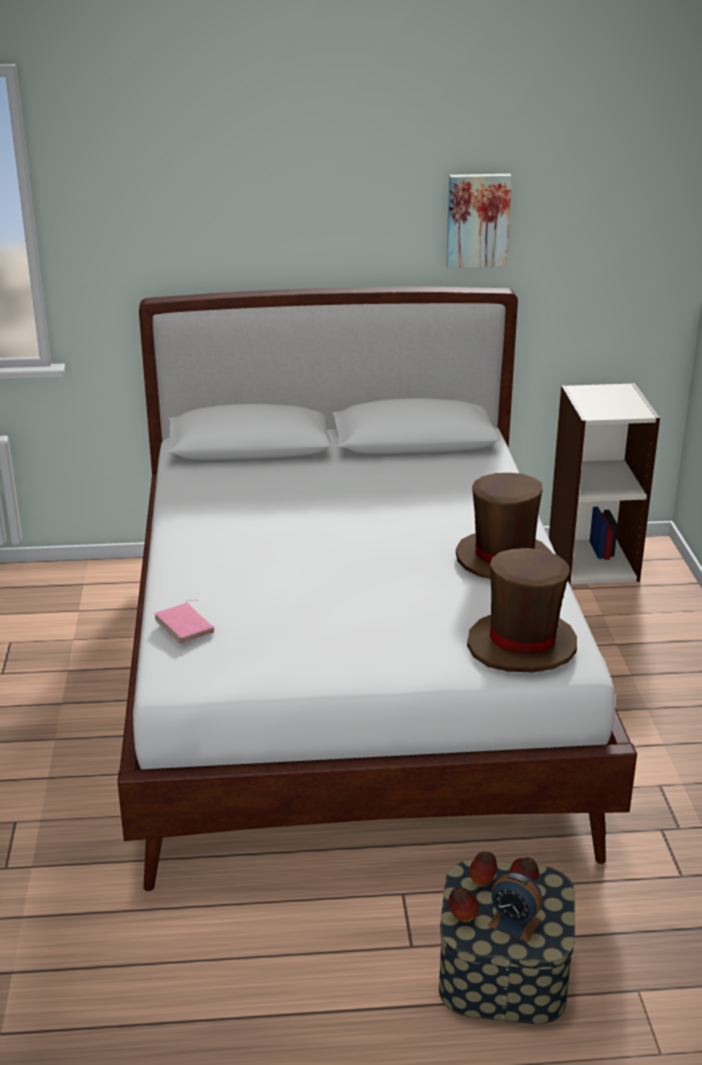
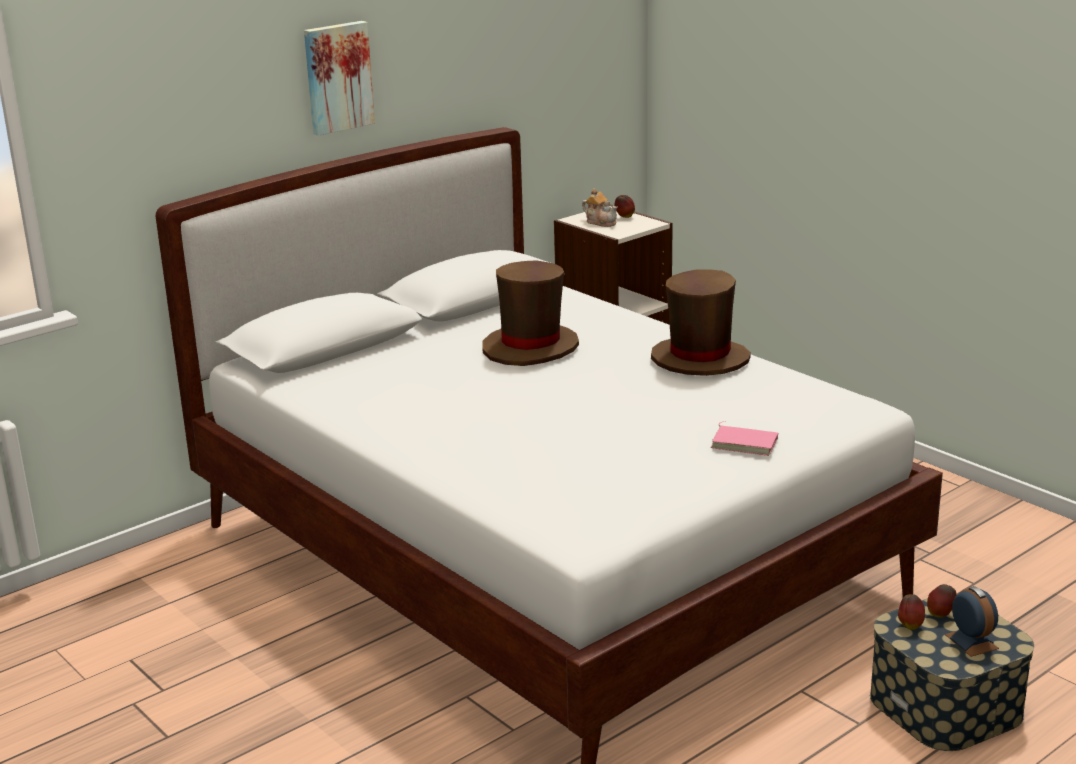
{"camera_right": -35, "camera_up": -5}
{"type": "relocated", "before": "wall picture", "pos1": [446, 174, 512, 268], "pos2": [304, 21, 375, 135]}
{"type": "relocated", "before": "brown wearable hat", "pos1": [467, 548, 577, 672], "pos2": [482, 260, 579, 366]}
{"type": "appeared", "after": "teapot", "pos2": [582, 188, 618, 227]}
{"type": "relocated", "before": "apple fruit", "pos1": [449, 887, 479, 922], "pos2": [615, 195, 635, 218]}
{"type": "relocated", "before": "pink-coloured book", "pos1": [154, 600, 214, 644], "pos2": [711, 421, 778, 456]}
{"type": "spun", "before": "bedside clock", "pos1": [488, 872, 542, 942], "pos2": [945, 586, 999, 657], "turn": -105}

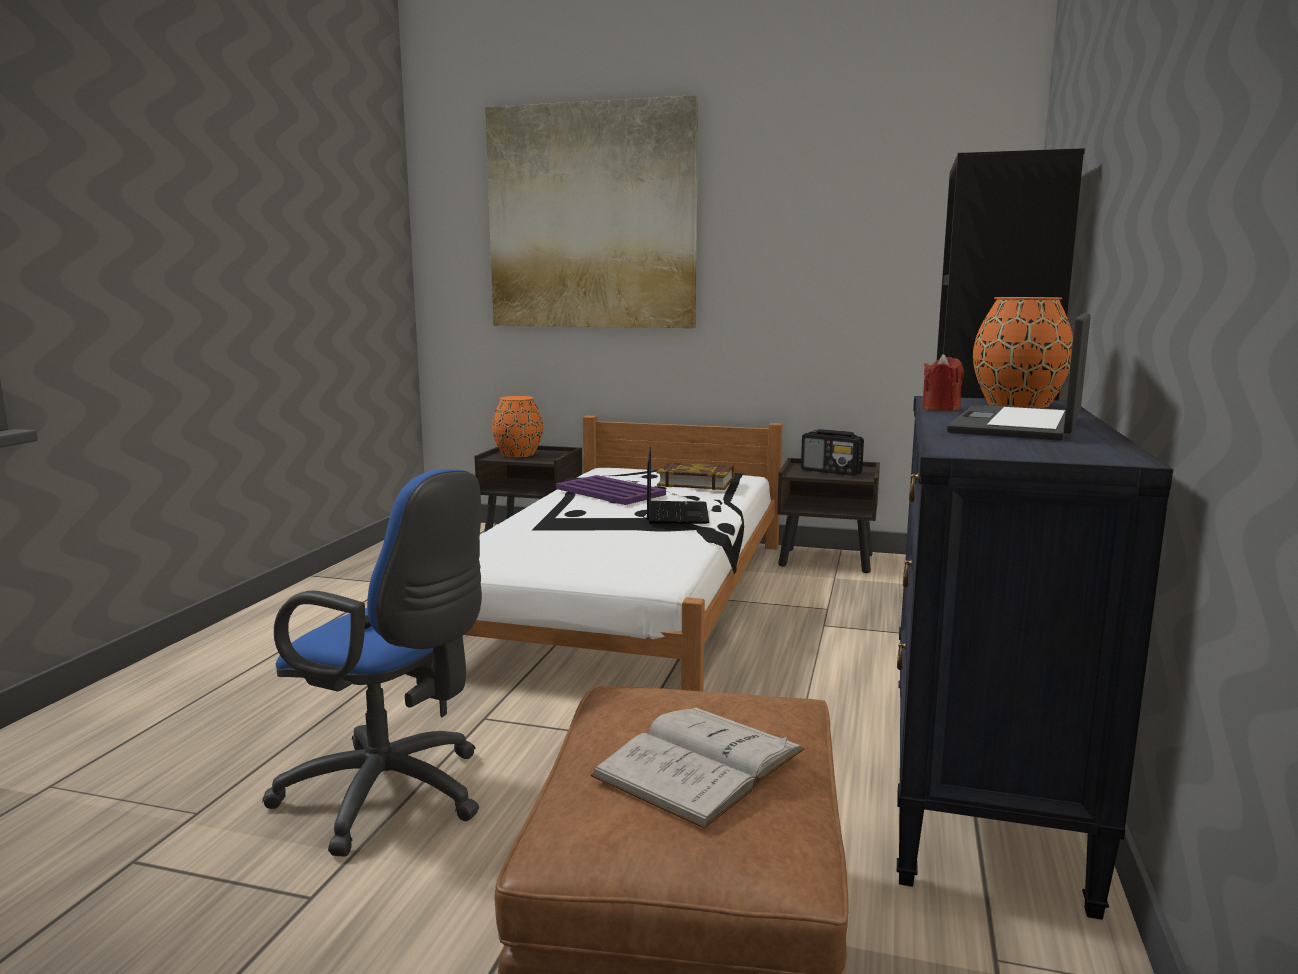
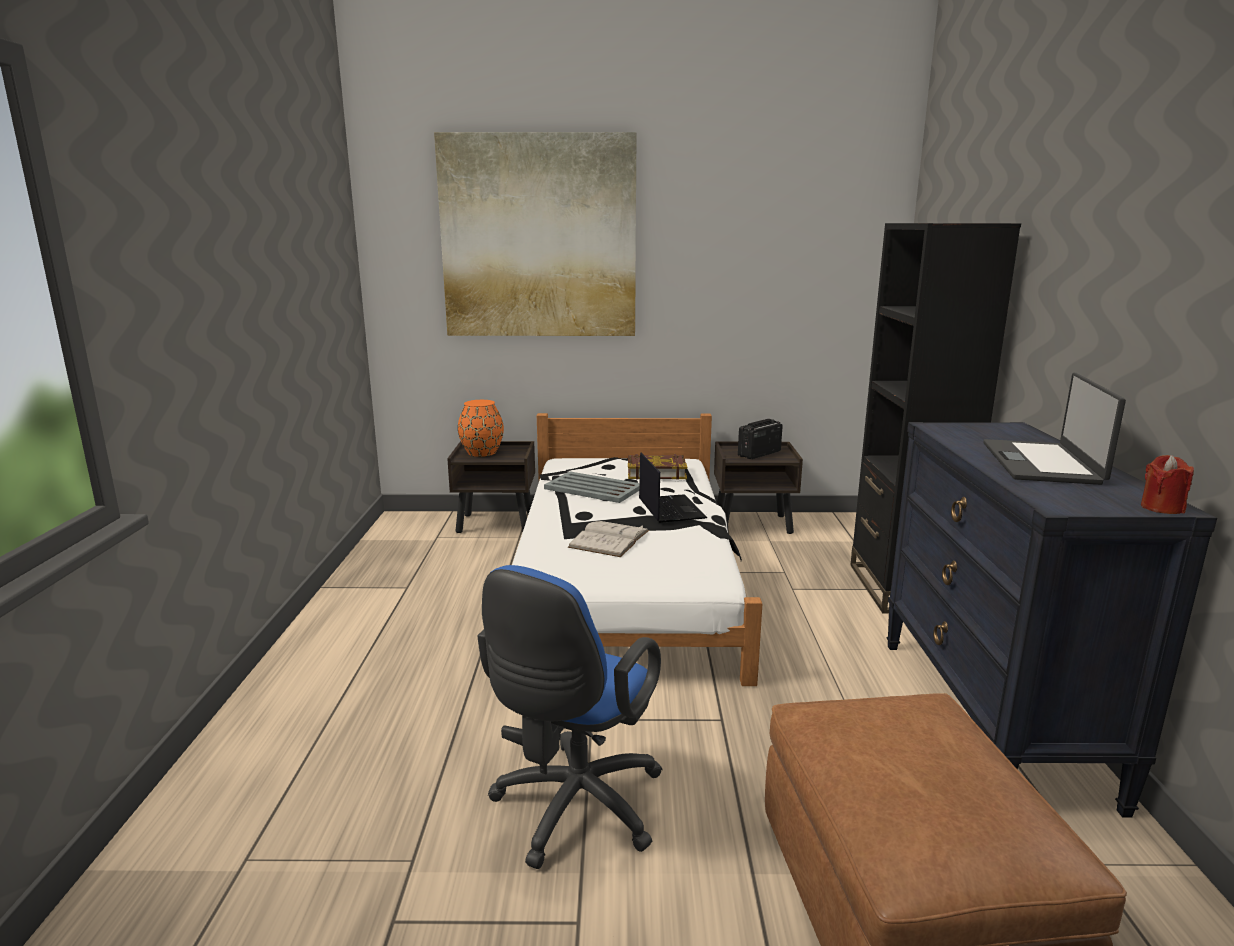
{"camera_right": -15, "camera_up": 5}
{"type": "spun", "before": "blue-coloured office chair", "pos1": [262, 469, 482, 857], "pos2": [478, 565, 662, 869], "turn": 105}
{"type": "colour", "before": "purplish carrying tray", "after": "gray carrying tray", "pos1": [556, 475, 666, 505], "pos2": [544, 472, 639, 503]}
{"type": "relocated", "before": "whitish book", "pos1": [590, 707, 805, 829], "pos2": [568, 521, 649, 557]}
{"type": "spun", "before": "radio set", "pos1": [801, 429, 864, 476], "pos2": [738, 419, 783, 459], "turn": 120}
{"type": "relocated", "before": "reddish wax candle", "pos1": [922, 354, 964, 411], "pos2": [1141, 455, 1194, 514]}
{"type": "missing", "before": "orange decorative vase", "pos1": [973, 297, 1073, 408]}

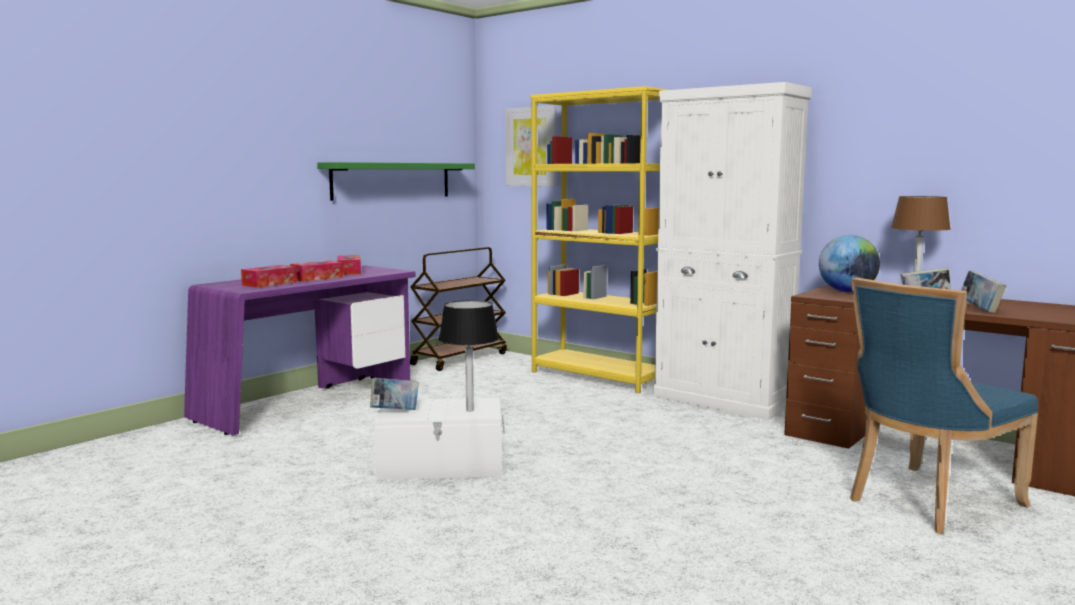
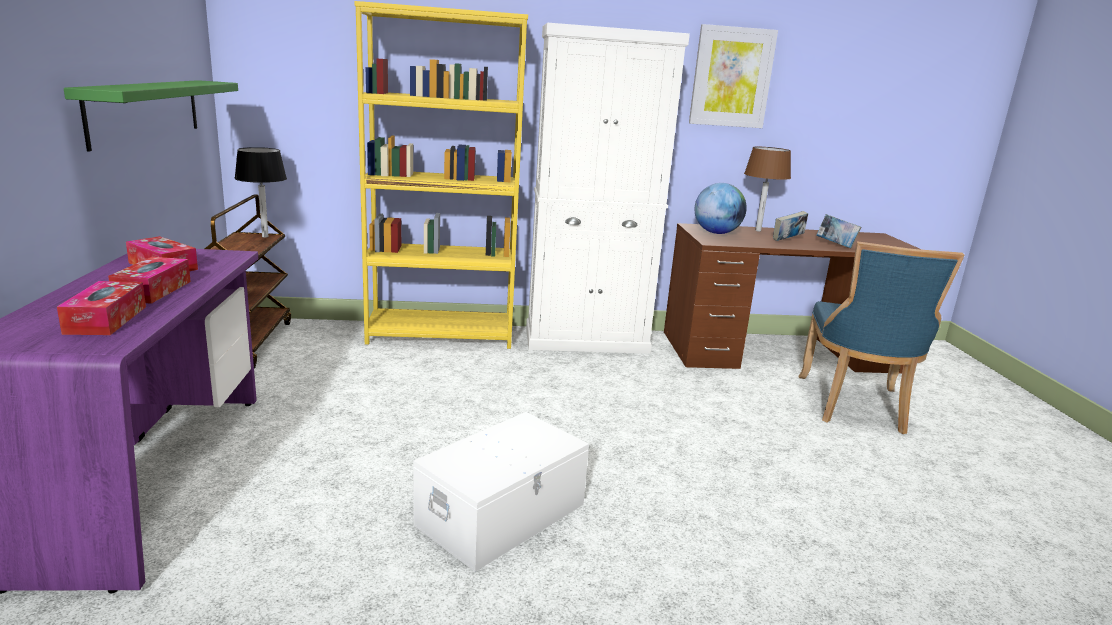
{"camera_right": -45, "camera_up": 10}
{"type": "relocated", "before": "blackish table lamp", "pos1": [439, 300, 499, 412], "pos2": [234, 147, 287, 238]}
{"type": "relocated", "before": "wall picture", "pos1": [505, 106, 557, 186], "pos2": [689, 24, 778, 128]}
{"type": "missing", "before": "book", "pos1": [370, 378, 419, 410]}

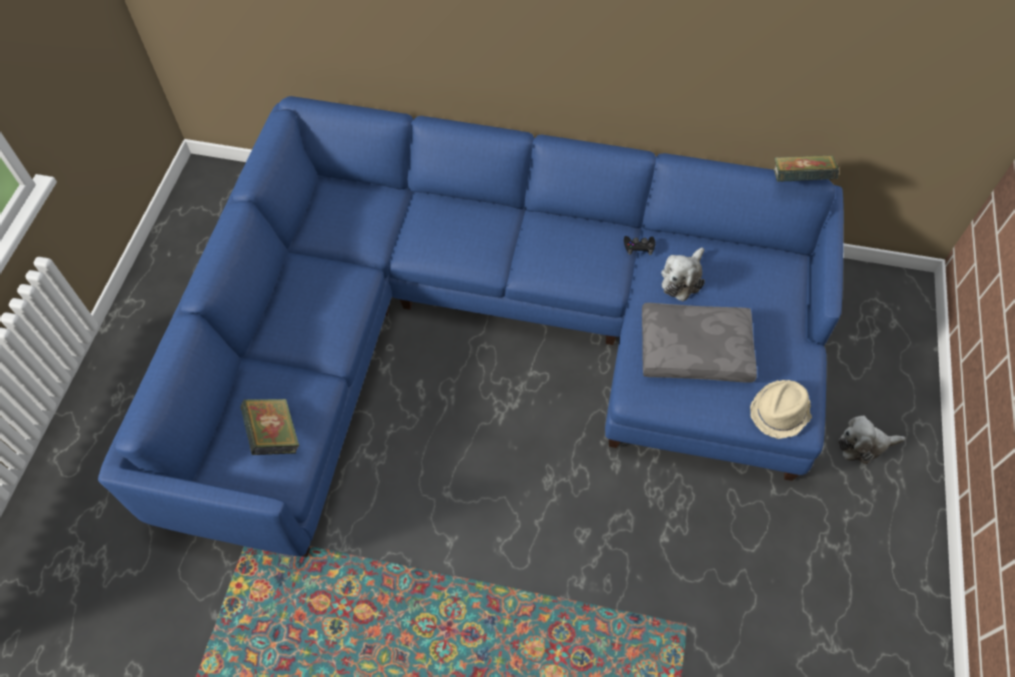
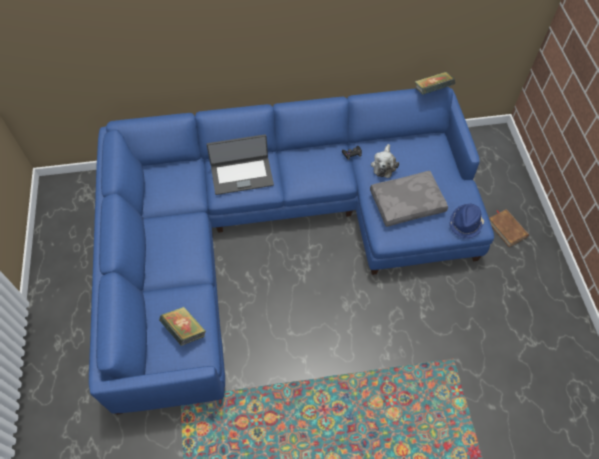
{"camera_right": -20, "camera_up": 0}
{"type": "appeared", "after": "notebook computer", "pos2": [206, 134, 274, 195]}
{"type": "colour", "before": "sand-coloured wearable hat", "after": "blue-coloured wearable hat", "pos1": [750, 380, 812, 439], "pos2": [449, 203, 484, 239]}
{"type": "exchanged", "before": "cuddly toy", "after": "brown book", "pos1": [838, 416, 906, 464], "pos2": [489, 209, 529, 247]}

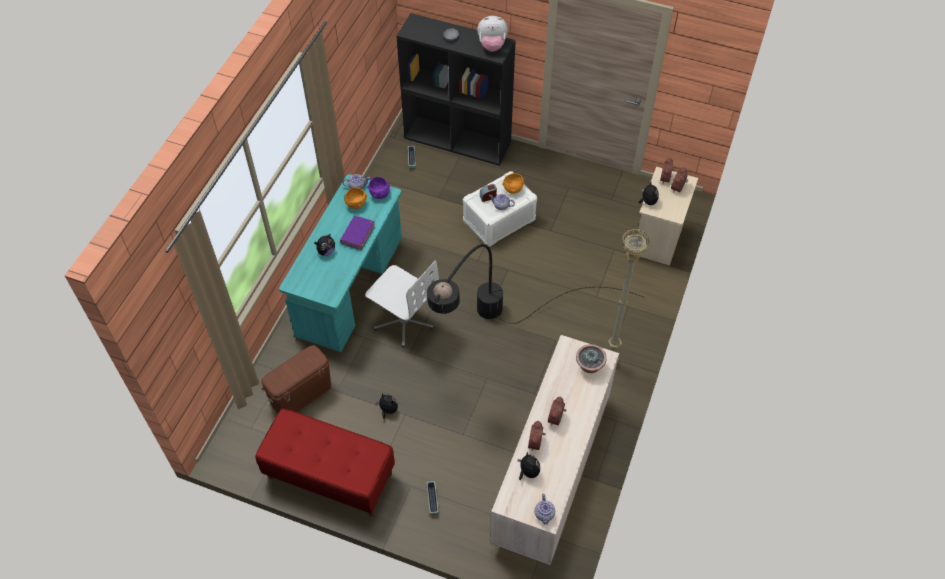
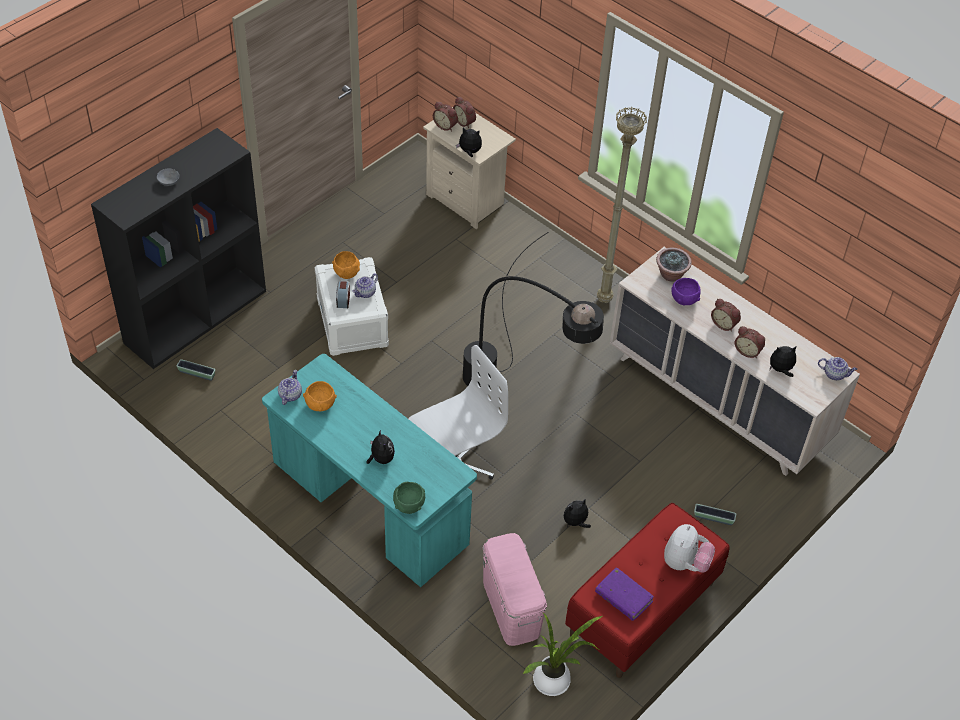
{"camera_right": -70, "camera_up": -5}
{"type": "appeared", "after": "greenish deep dish", "pos2": [393, 482, 425, 514]}
{"type": "colour", "before": "brown storage box", "after": "pink-coloured storage box", "pos1": [261, 345, 331, 413], "pos2": [483, 533, 547, 646]}
{"type": "appeared", "after": "houseplant", "pos2": [523, 613, 602, 696]}
{"type": "relocated", "before": "purplish book", "pos1": [340, 216, 375, 250], "pos2": [595, 568, 654, 621]}
{"type": "relocated", "before": "cuddly toy", "pos1": [477, 16, 508, 52], "pos2": [664, 524, 715, 572]}
{"type": "relocated", "before": "purplish deep dish", "pos1": [368, 177, 390, 199], "pos2": [672, 278, 701, 305]}

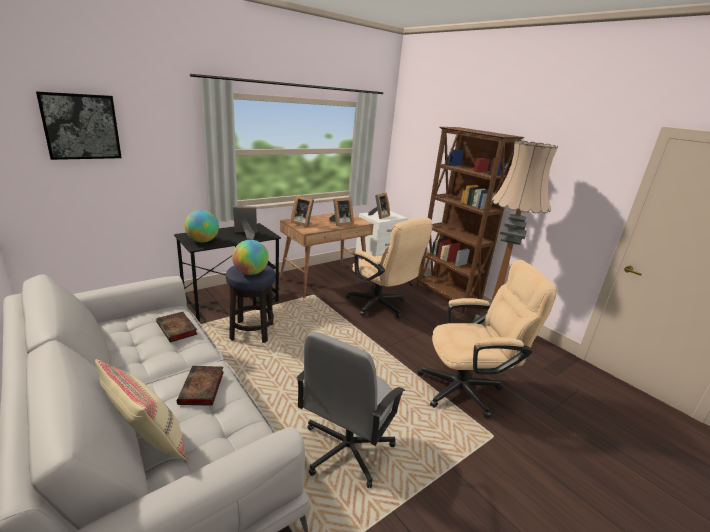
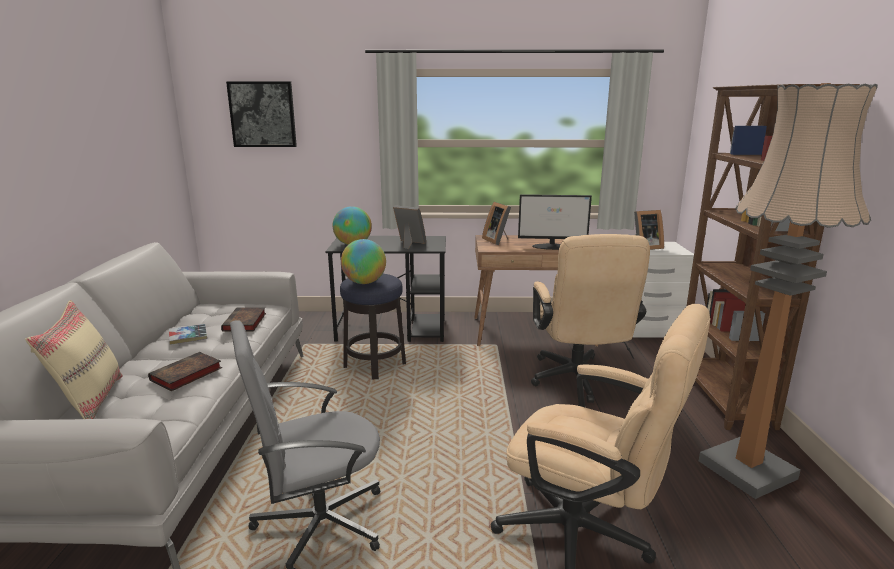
{"camera_right": 40, "camera_up": -5}
{"type": "appeared", "after": "book", "pos2": [169, 324, 207, 345]}
{"type": "exchanged", "before": "standing frame", "after": "computer screen", "pos1": [329, 197, 354, 226], "pos2": [518, 194, 592, 250]}

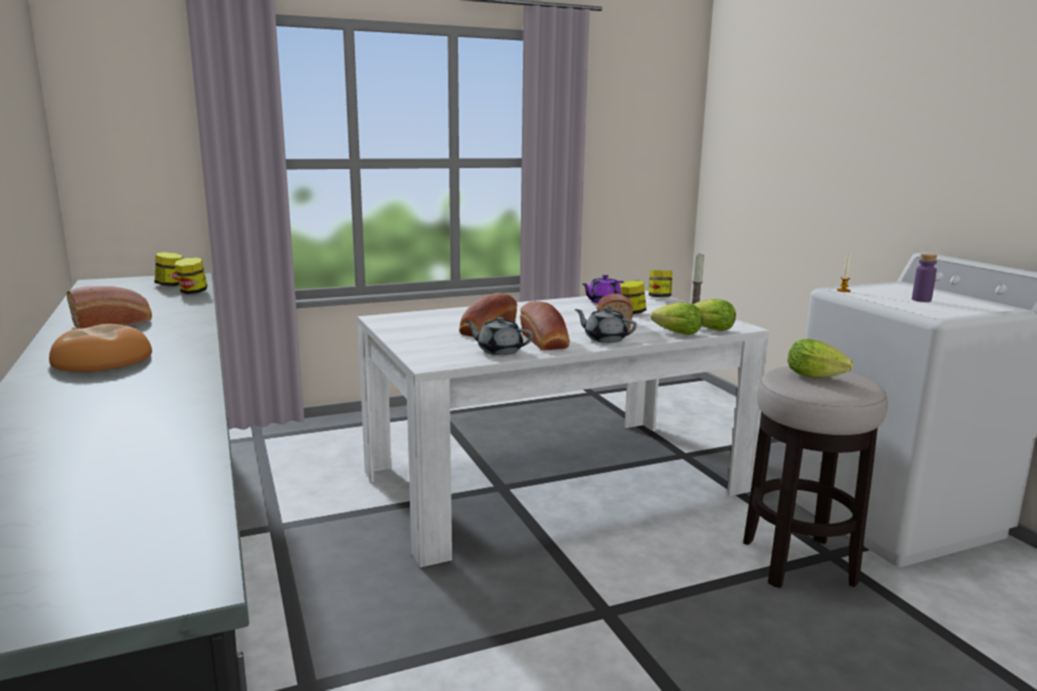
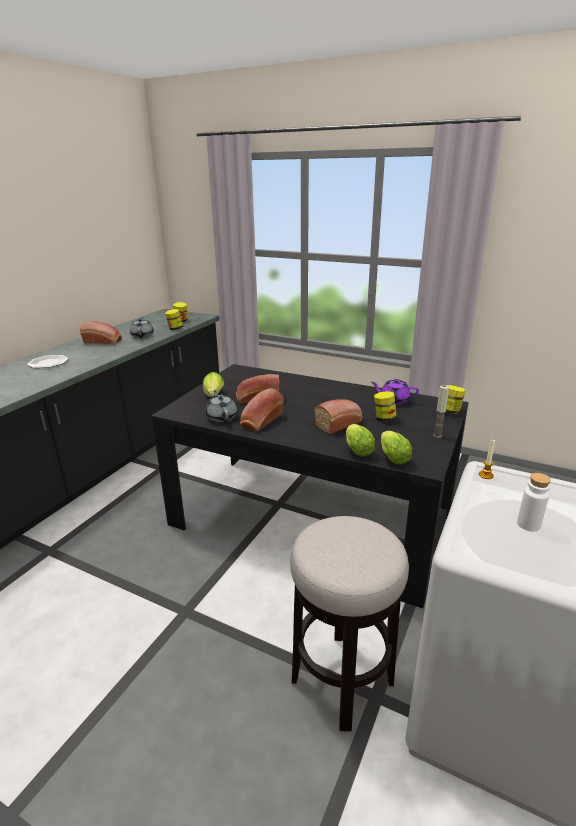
{"camera_right": 50, "camera_up": 10}
{"type": "exchanged", "before": "baked bread", "after": "plate", "pos1": [49, 324, 152, 372], "pos2": [27, 355, 69, 368]}
{"type": "relocated", "before": "gray teapot", "pos1": [575, 307, 637, 343], "pos2": [130, 317, 154, 338]}
{"type": "colour", "before": "whitish dining table", "after": "blackish dining table", "pos1": [357, 291, 769, 568], "pos2": [151, 364, 469, 608]}
{"type": "relocated", "before": "head of lettuce", "pos1": [788, 339, 853, 378], "pos2": [203, 372, 224, 397]}
{"type": "colour", "before": "purplish drink bottle", "after": "whitish drink bottle", "pos1": [912, 254, 937, 302], "pos2": [517, 473, 551, 532]}

